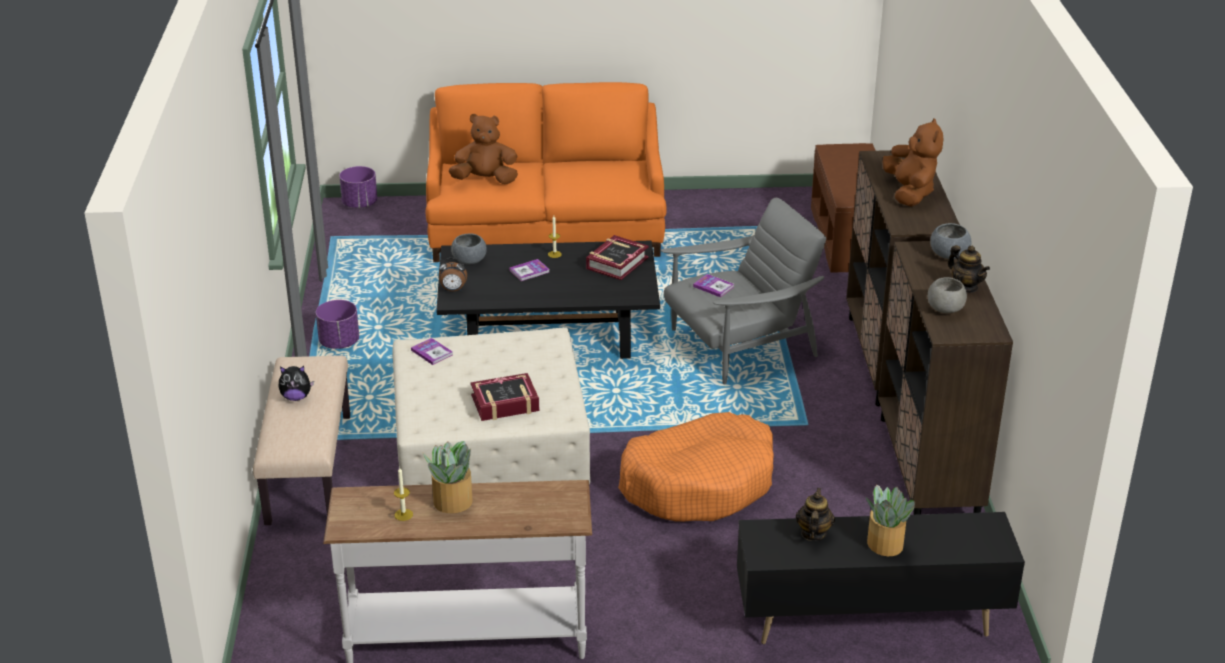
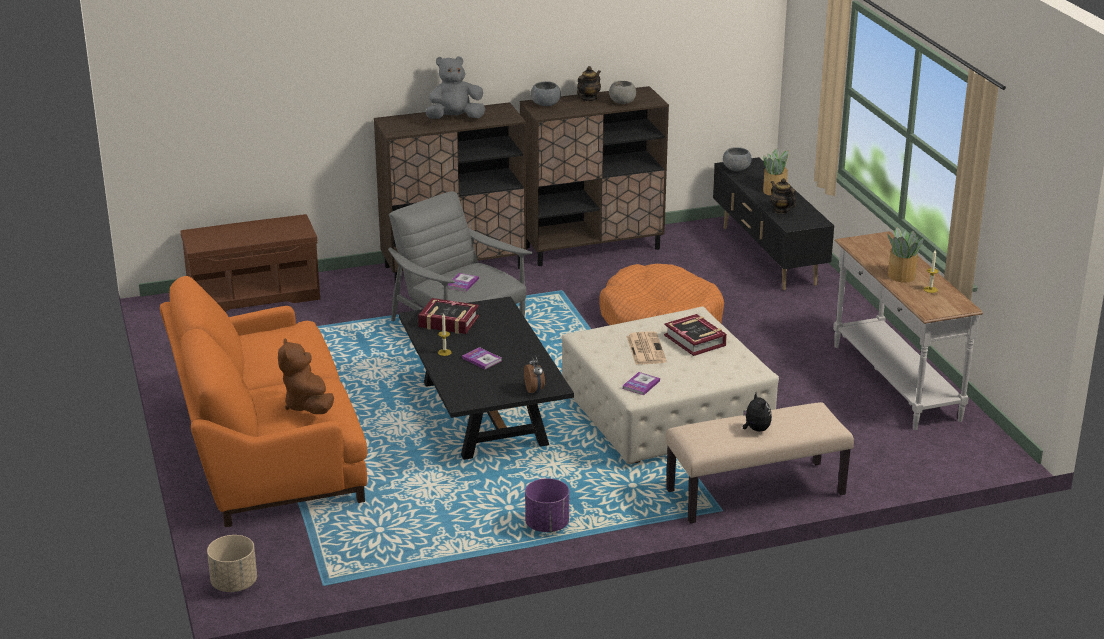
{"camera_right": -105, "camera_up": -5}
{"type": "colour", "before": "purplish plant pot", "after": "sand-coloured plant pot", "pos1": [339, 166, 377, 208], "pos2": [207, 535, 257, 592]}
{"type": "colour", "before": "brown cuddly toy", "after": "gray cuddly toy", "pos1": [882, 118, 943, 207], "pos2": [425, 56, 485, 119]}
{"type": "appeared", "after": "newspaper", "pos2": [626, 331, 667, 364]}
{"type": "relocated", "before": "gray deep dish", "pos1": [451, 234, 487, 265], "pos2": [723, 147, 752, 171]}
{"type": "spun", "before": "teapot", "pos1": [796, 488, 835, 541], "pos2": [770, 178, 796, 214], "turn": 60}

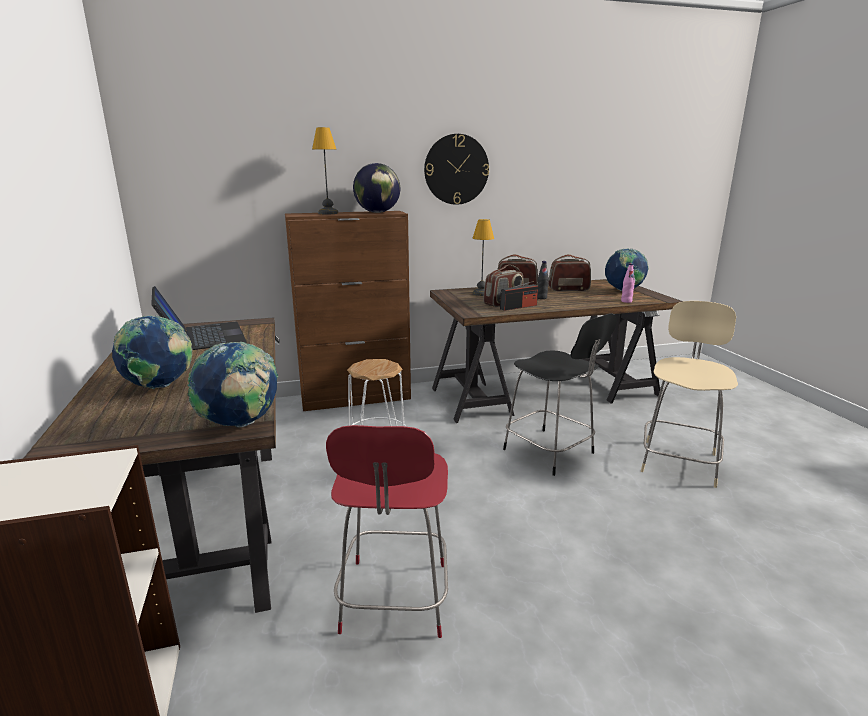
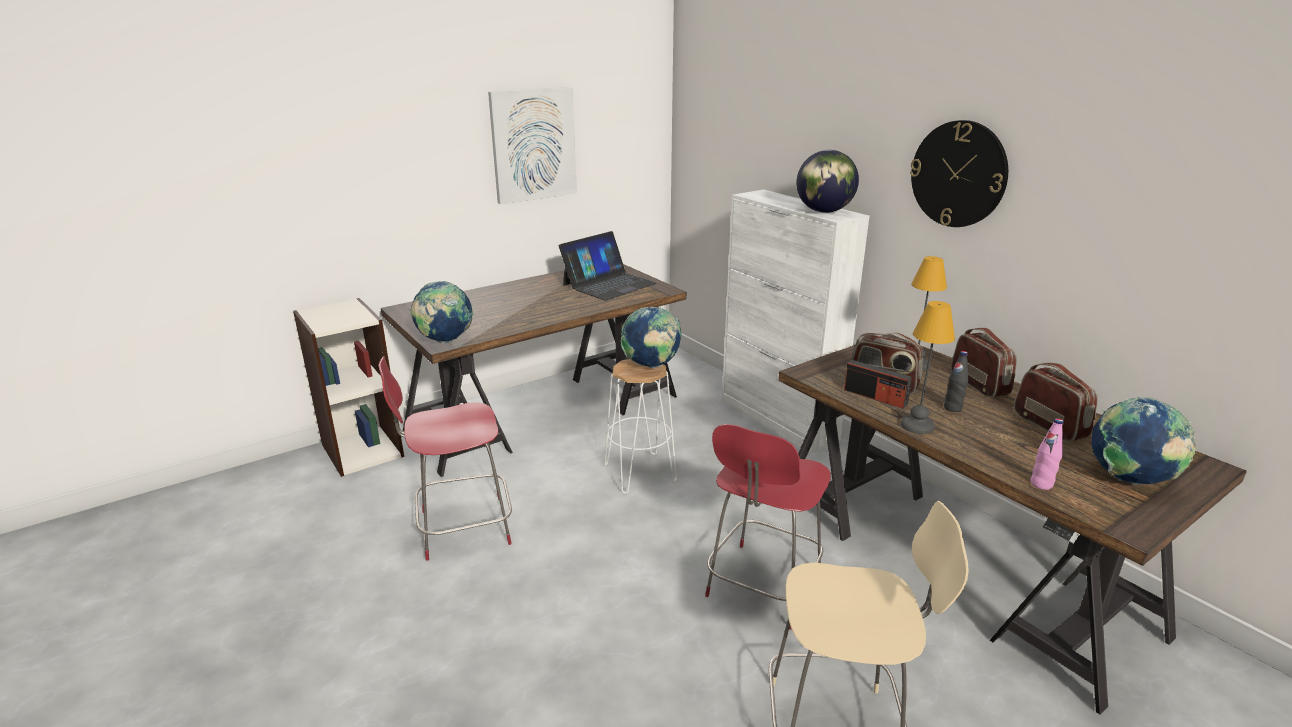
{"camera_right": 70, "camera_up": 5}
{"type": "appeared", "after": "wall picture", "pos2": [488, 87, 577, 204]}
{"type": "relocated", "before": "desk globe", "pos1": [112, 315, 193, 389], "pos2": [621, 307, 682, 368]}
{"type": "colour", "before": "blackish chair", "after": "reddish chair", "pos1": [503, 314, 617, 476], "pos2": [705, 424, 831, 630]}
{"type": "colour", "before": "brown cupboard", "after": "whitish cupboard", "pos1": [285, 211, 411, 411], "pos2": [722, 190, 870, 453]}
{"type": "relocated", "before": "table lamp", "pos1": [312, 127, 338, 214], "pos2": [901, 301, 955, 434]}

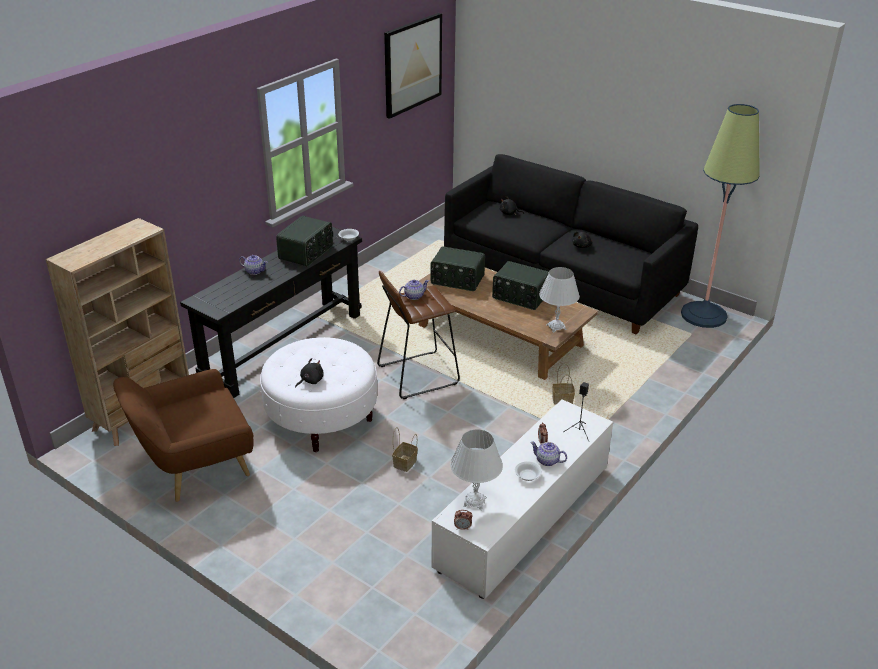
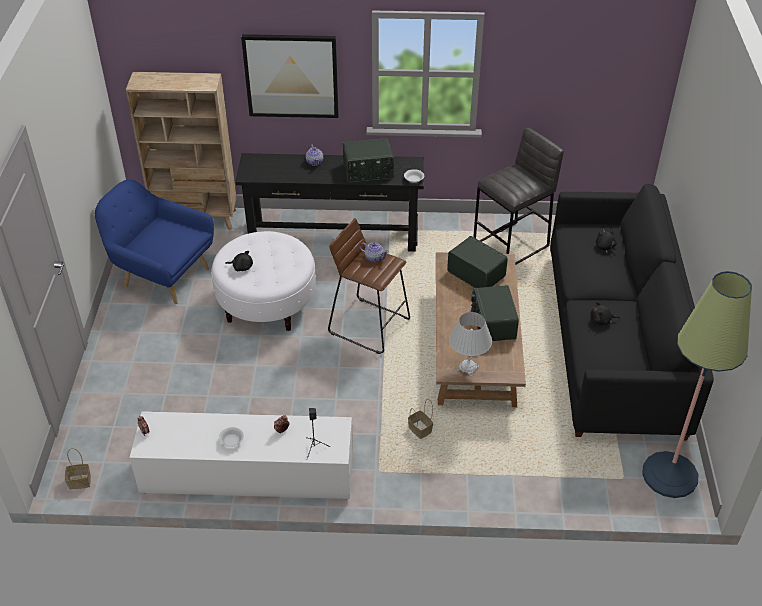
{"camera_right": 55, "camera_up": 10}
{"type": "relocated", "before": "storage basket", "pos1": [392, 427, 418, 472], "pos2": [65, 448, 91, 489]}
{"type": "colour", "before": "brown lounge chair", "after": "blue-coloured lounge chair", "pos1": [113, 369, 254, 502], "pos2": [95, 180, 214, 304]}
{"type": "relocated", "before": "wall picture", "pos1": [384, 13, 442, 119], "pos2": [241, 34, 339, 118]}
{"type": "spun", "before": "radio set", "pos1": [431, 246, 485, 291], "pos2": [447, 236, 508, 288], "turn": 150}
{"type": "appeared", "after": "gray sitting stool", "pos2": [473, 127, 564, 265]}
{"type": "missing", "before": "whitish table lamp", "pos1": [450, 429, 503, 510]}
{"type": "missing", "before": "teapot", "pos1": [530, 441, 567, 466]}

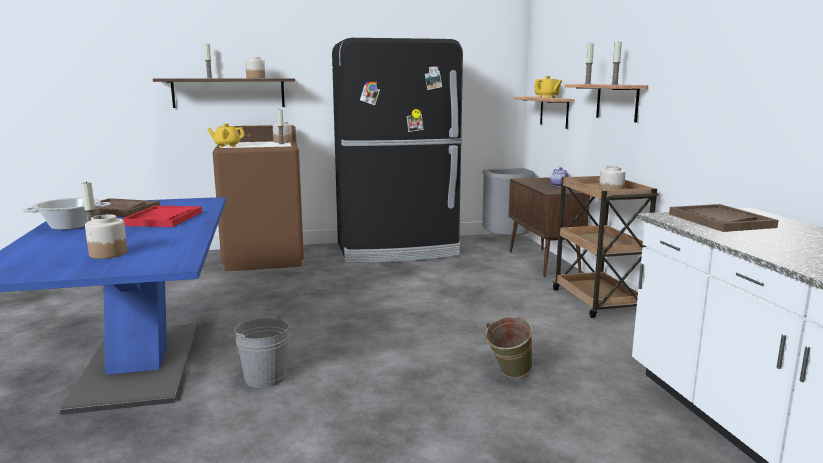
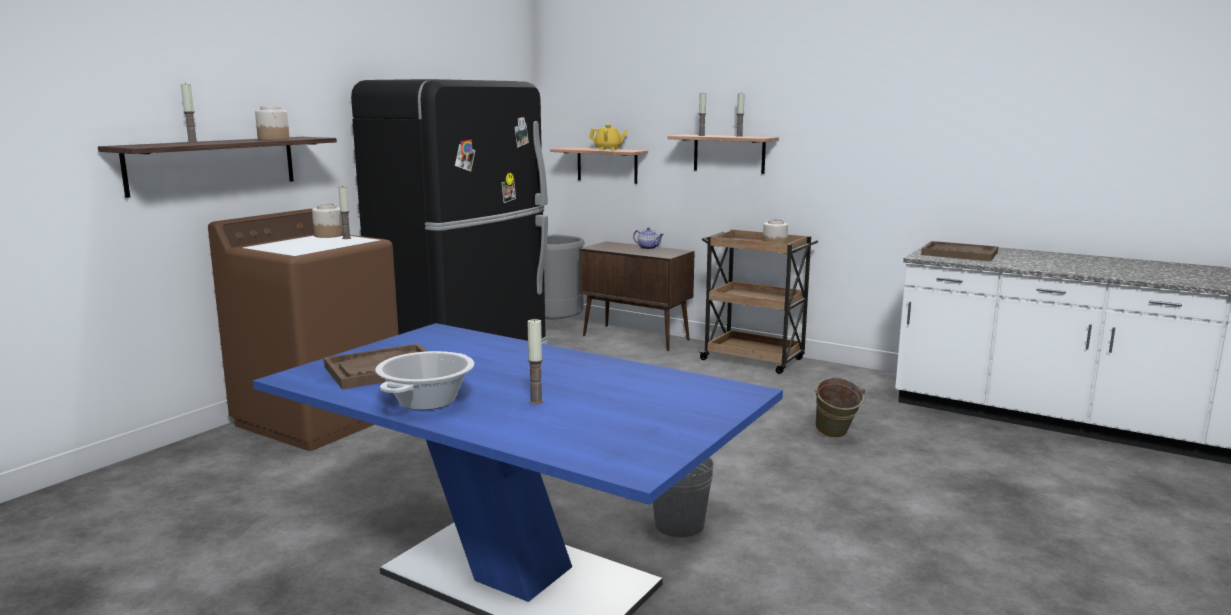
{"camera_right": -45, "camera_up": 0}
{"type": "missing", "before": "storage jar", "pos1": [85, 214, 127, 259]}
{"type": "missing", "before": "reddish carrying tray", "pos1": [122, 205, 202, 227]}
{"type": "missing", "before": "yellow-coloured teapot", "pos1": [207, 123, 245, 147]}

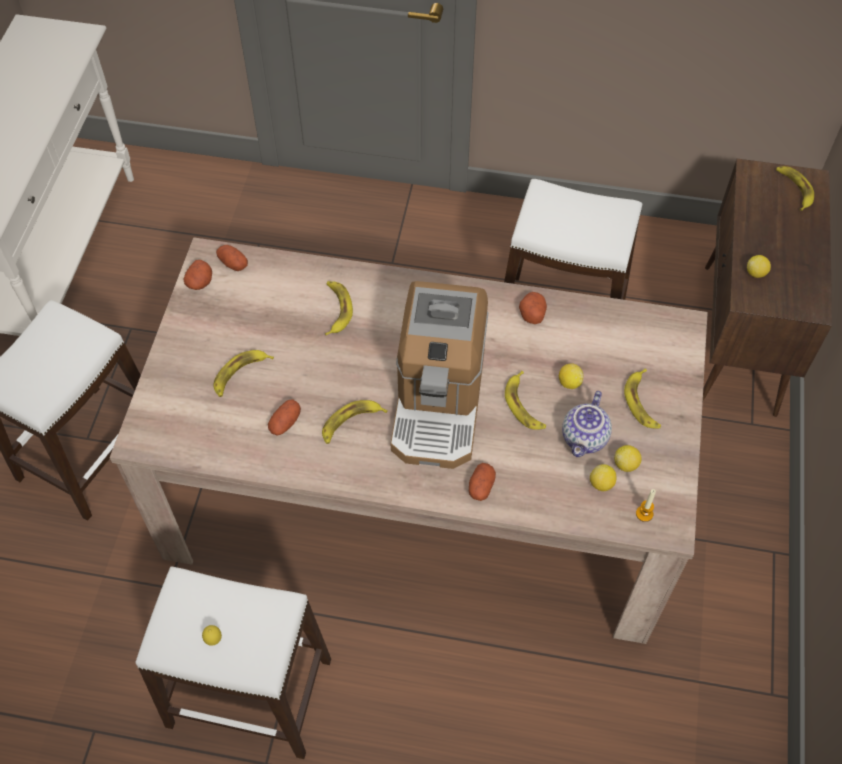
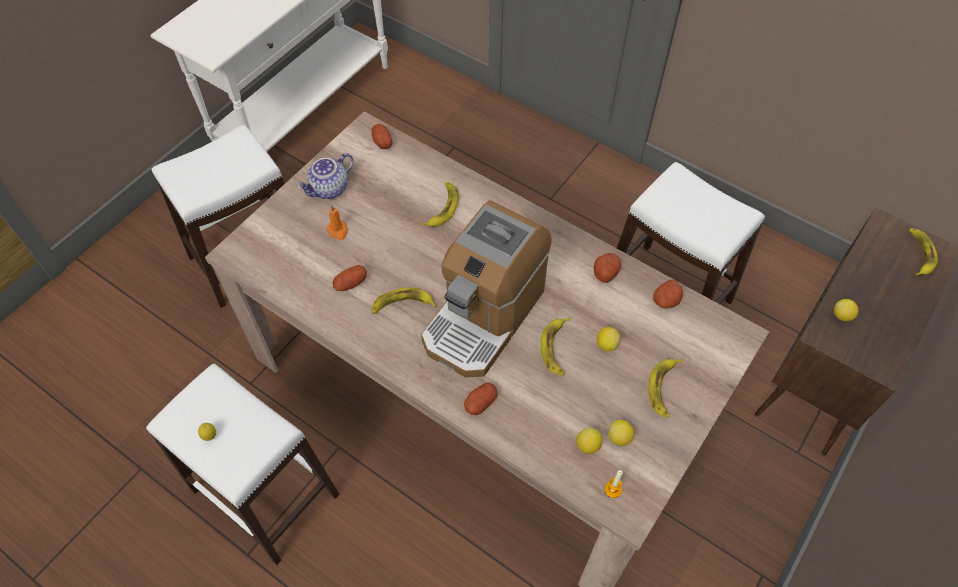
{"camera_right": 25, "camera_up": 0}
{"type": "relocated", "before": "teapot", "pos1": [562, 391, 612, 457], "pos2": [297, 153, 354, 199]}
{"type": "exchanged", "before": "banana fruit", "after": "orange wax candle", "pos1": [213, 350, 274, 397], "pos2": [326, 205, 348, 240]}
{"type": "relocated", "before": "whole potato", "pos1": [184, 260, 212, 290], "pos2": [653, 280, 683, 309]}

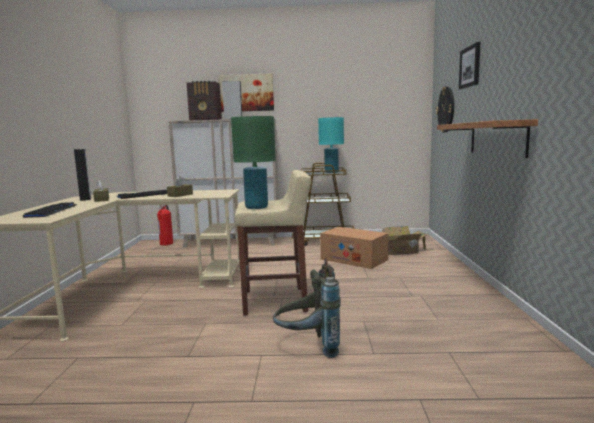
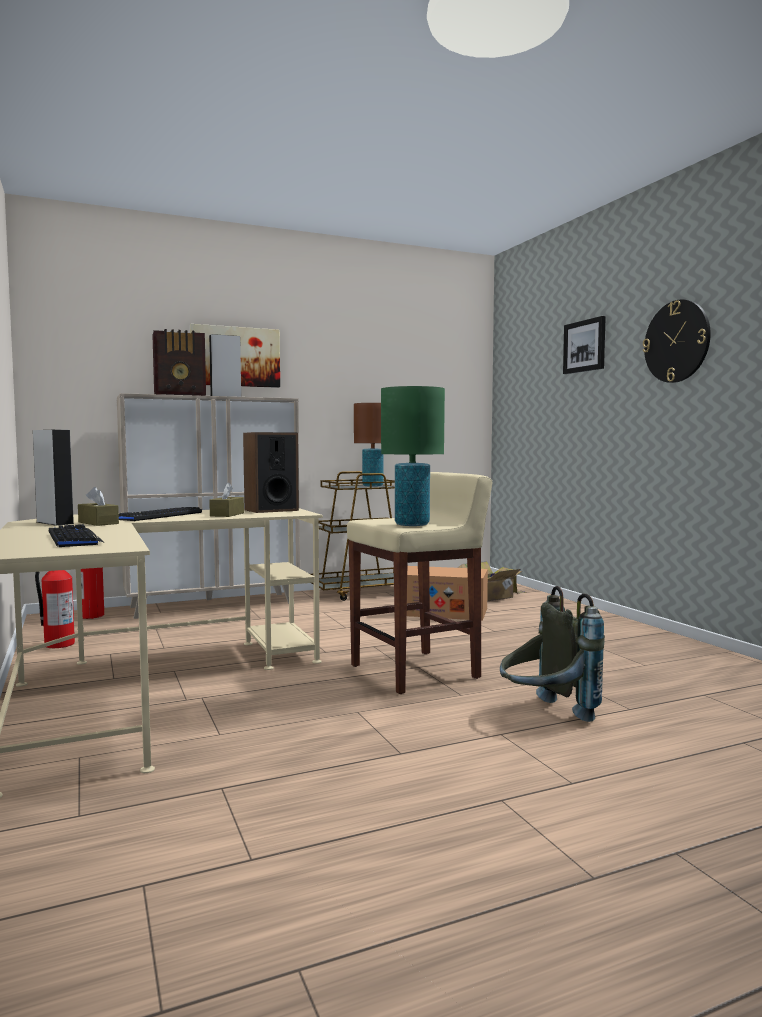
{"camera_right": -25, "camera_up": -5}
{"type": "appeared", "after": "extinguisher", "pos2": [35, 570, 75, 648]}
{"type": "appeared", "after": "speaker", "pos2": [243, 432, 299, 513]}
{"type": "colour", "before": "blue-green table lamp", "after": "brown table lamp", "pos1": [318, 117, 344, 173], "pos2": [354, 403, 384, 487]}
{"type": "relocated", "before": "hanging clock", "pos1": [436, 86, 454, 133], "pos2": [643, 299, 711, 383]}
{"type": "missing", "before": "wall shelf", "pos1": [437, 119, 538, 158]}

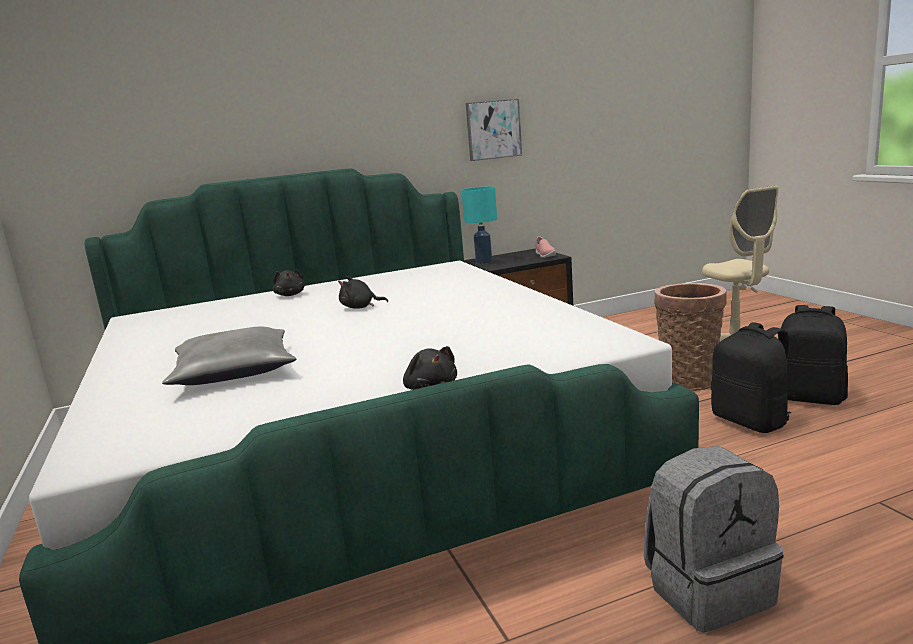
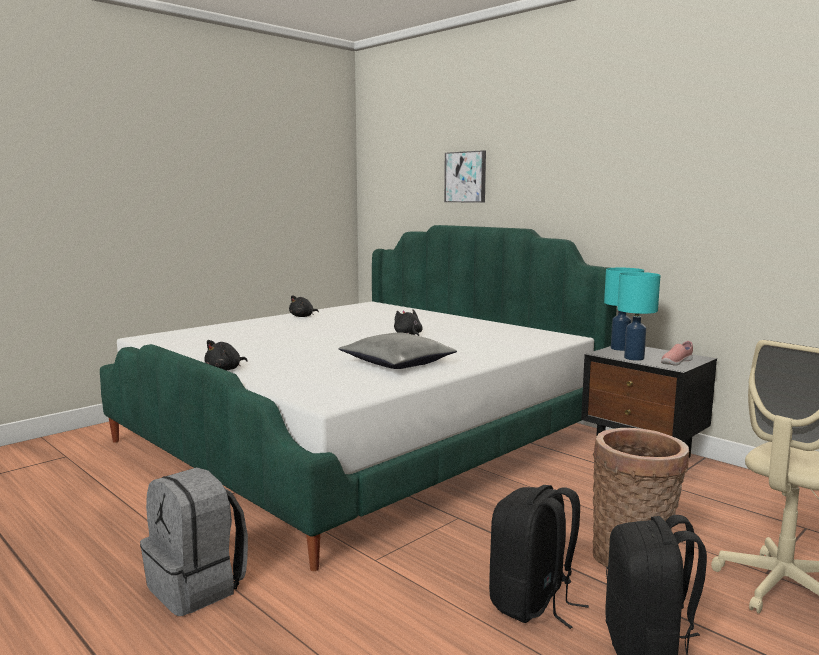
{"camera_right": 65, "camera_up": -5}
{"type": "relocated", "before": "blackish cuddly toy", "pos1": [273, 269, 305, 296], "pos2": [289, 295, 319, 317]}
{"type": "relocated", "before": "gray pillow", "pos1": [162, 327, 296, 385], "pos2": [339, 332, 457, 369]}
{"type": "relocated", "before": "wall picture", "pos1": [466, 99, 522, 161], "pos2": [444, 150, 486, 203]}
{"type": "appeared", "after": "blue-green table lamp", "pos2": [617, 272, 661, 361]}

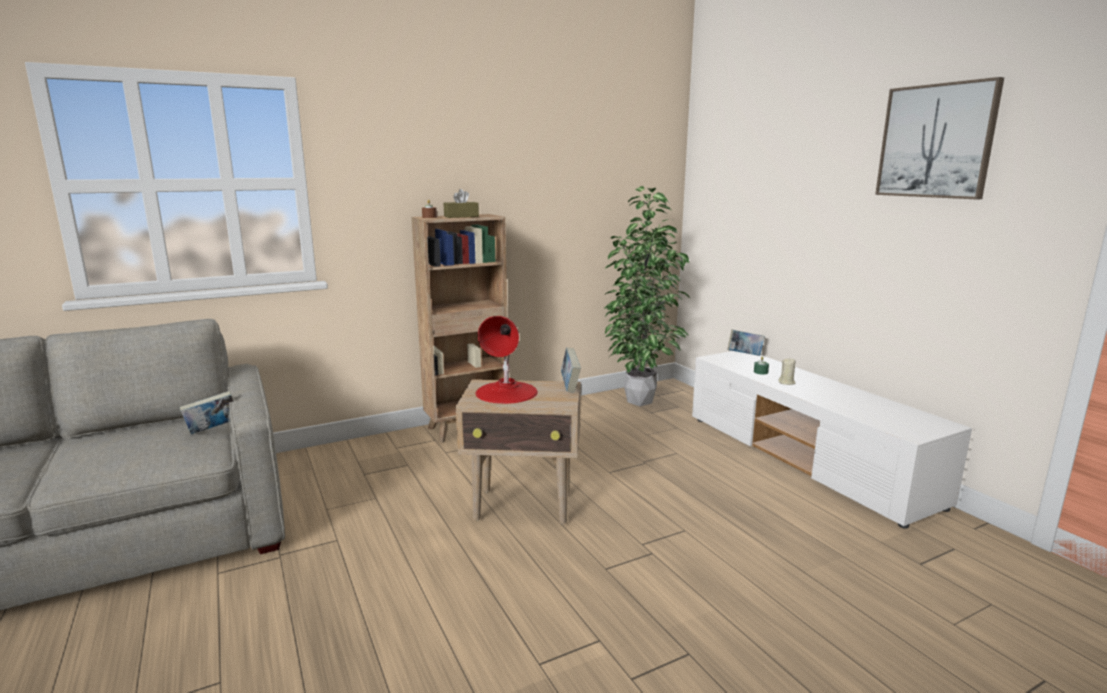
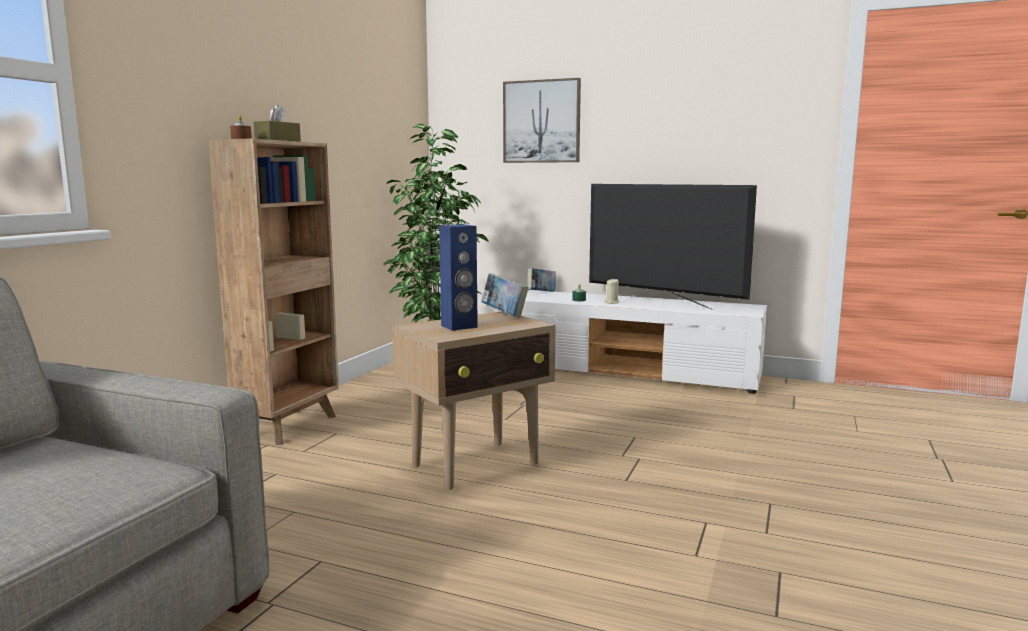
{"camera_right": -40, "camera_up": -5}
{"type": "exchanged", "before": "reddish table lamp", "after": "blue-coloured speaker", "pos1": [476, 316, 538, 404], "pos2": [439, 224, 478, 331]}
{"type": "relocated", "before": "wall picture", "pos1": [875, 77, 1004, 199], "pos2": [503, 78, 581, 163]}
{"type": "appeared", "after": "TV set", "pos2": [589, 184, 757, 310]}
{"type": "missing", "before": "book", "pos1": [180, 391, 234, 435]}

